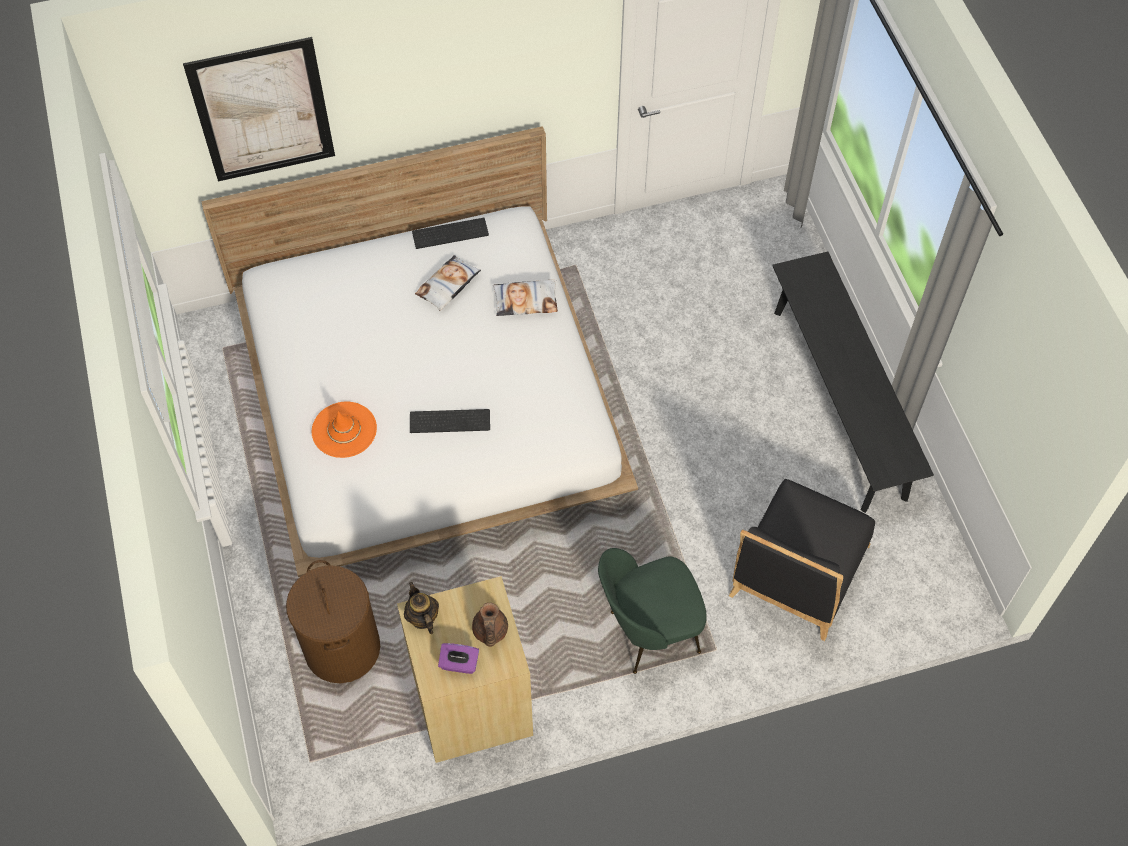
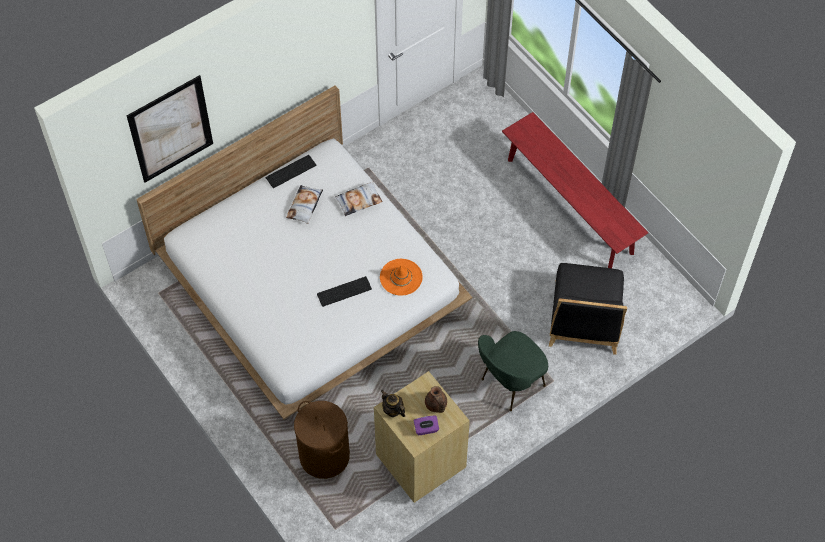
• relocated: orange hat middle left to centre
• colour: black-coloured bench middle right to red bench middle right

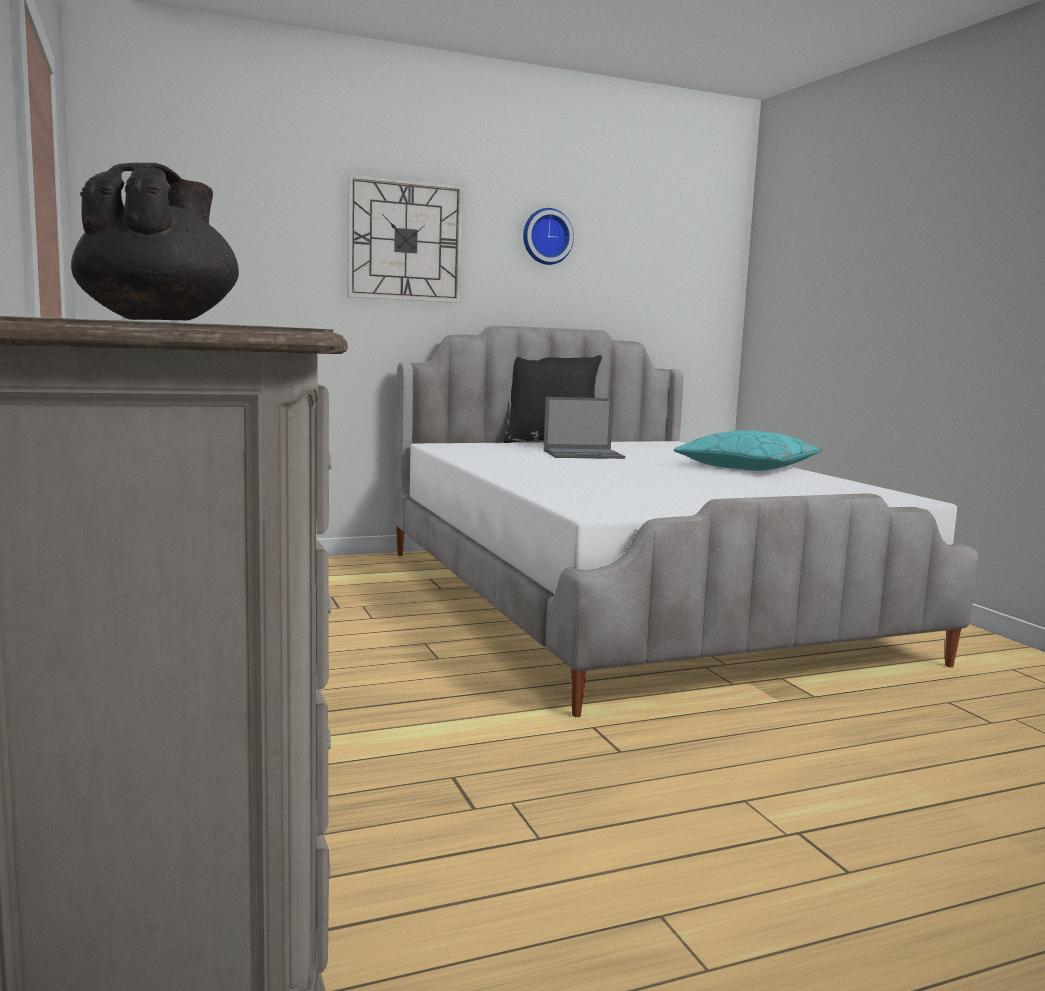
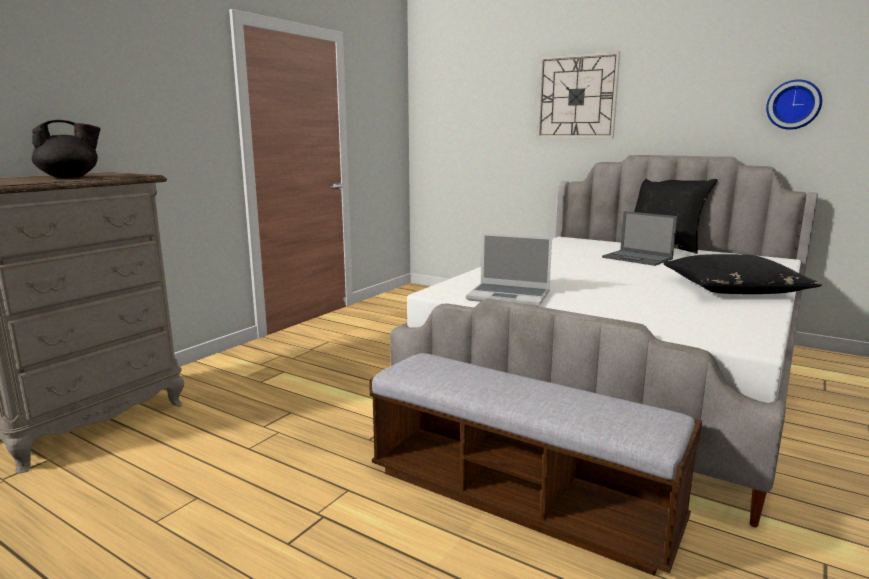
• relocated: clock on the wall (no. 2 from left) top centre to top right
• colour: turquoise-coloured pillow middle right to black-coloured pillow (no. 2 from left) middle right
• appeared: bench bottom centre
• appeared: portable computer (no. 1 from left) centre

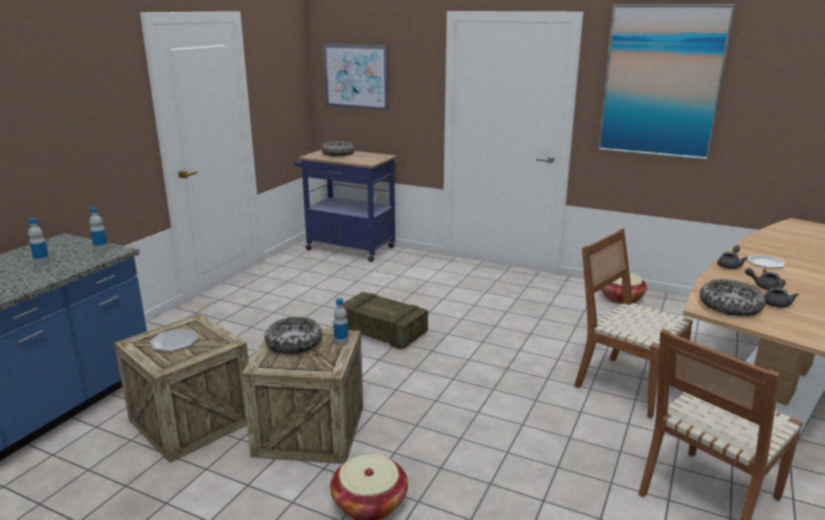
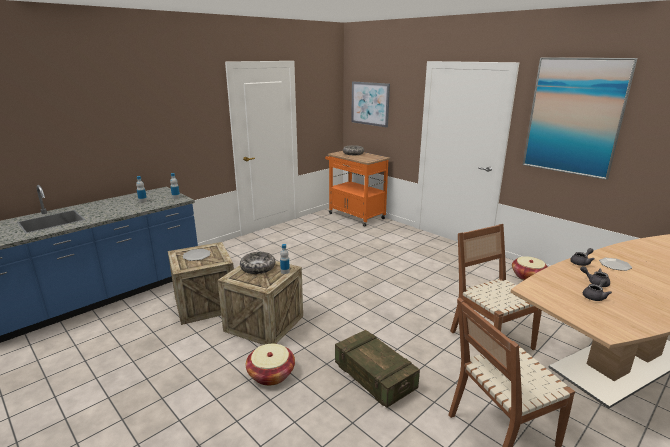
• colour: blue-coloured wheeled cart centre to orange wheeled cart centre
• relocated: shipping crate (no. 3 from left) centre to bottom centre
• missing: bowl (no. 3 from left) middle right

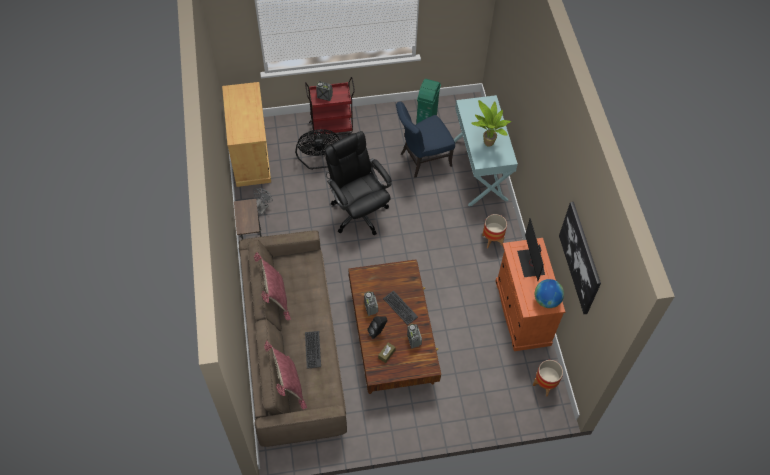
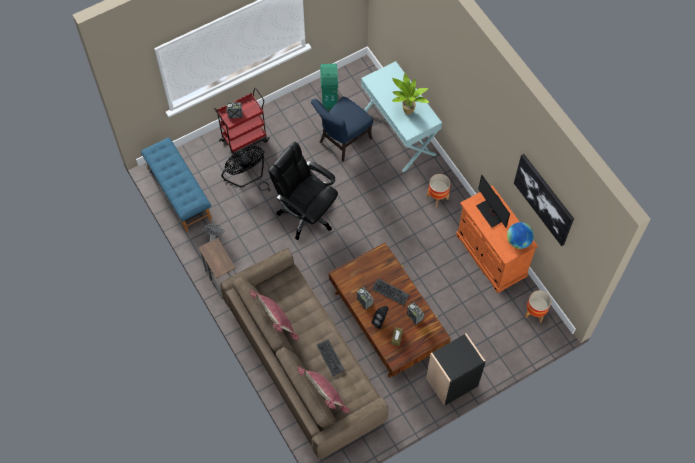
• exchanged: beige storage cabinet top left to blue-coloured bench middle left
• appeared: black-coloured bookshelf bottom centre

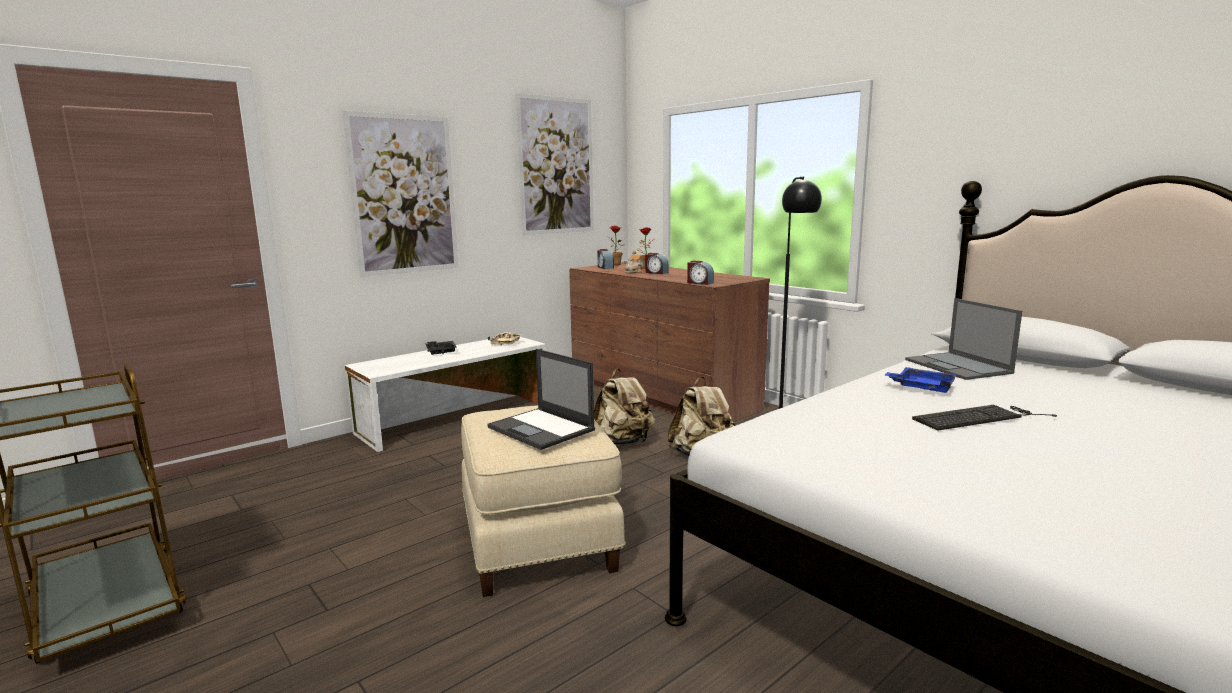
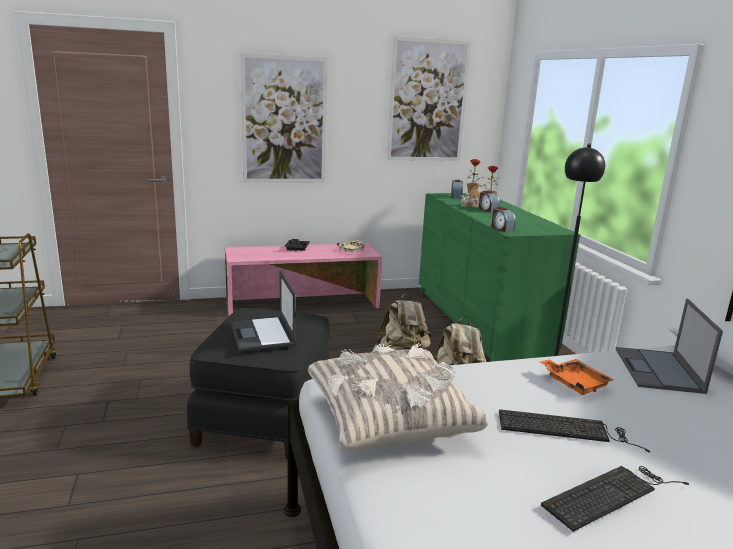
• colour: white bench centre to pink-coloured bench centre
• colour: beige ottoman bottom centre to black-coloured ottoman bottom centre
• colour: brown dresser centre to green-coloured dresser middle right
• colour: blue-coloured serving tray middle right to orange serving tray bottom right
• appeared: beige pillow bottom centre
• appeared: PC keyboard (no. 2 from left) bottom right

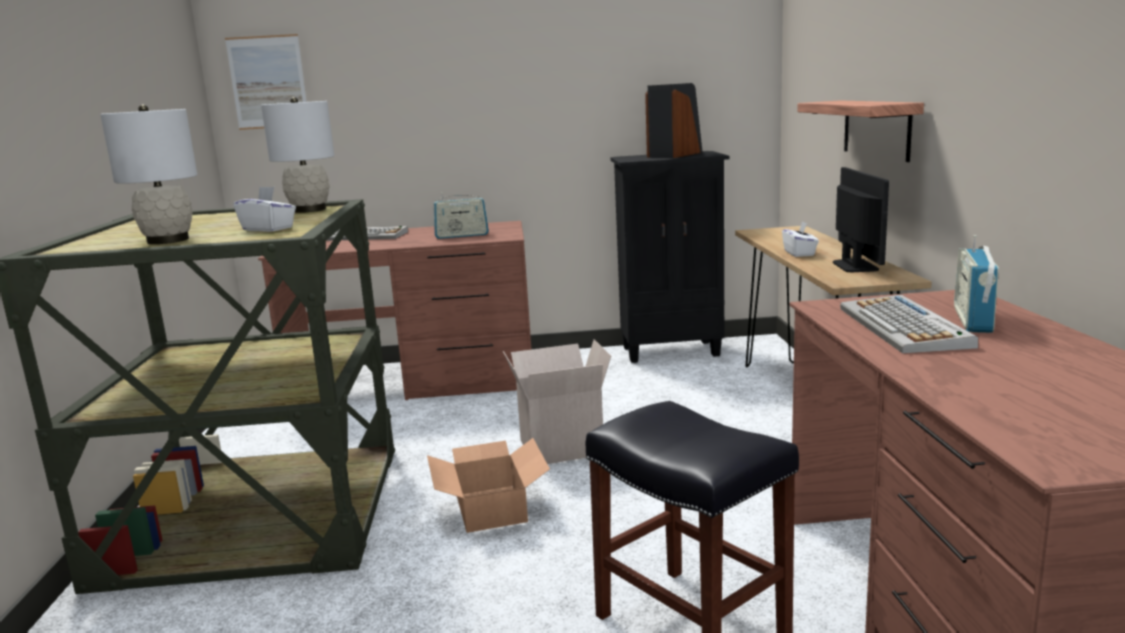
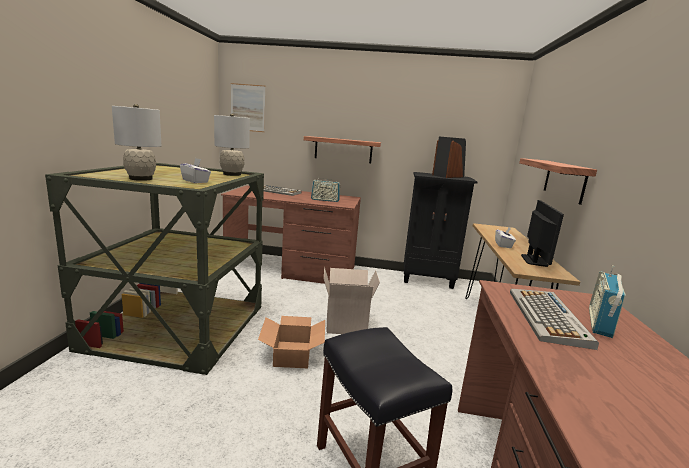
• appeared: wall shelf (no. 1 from left) top centre

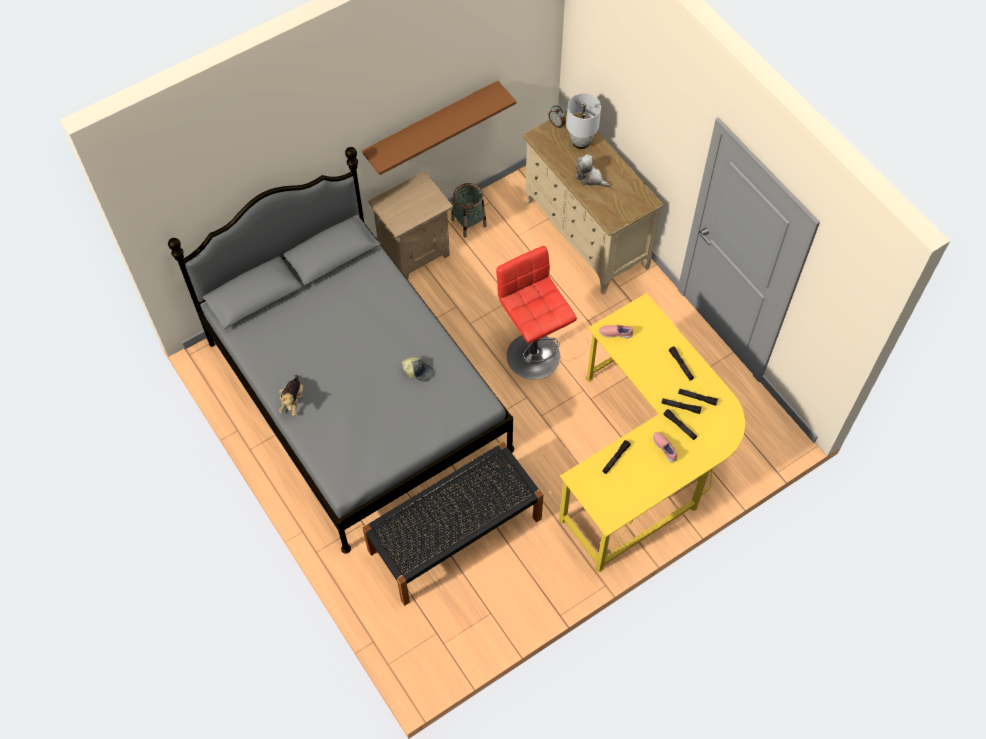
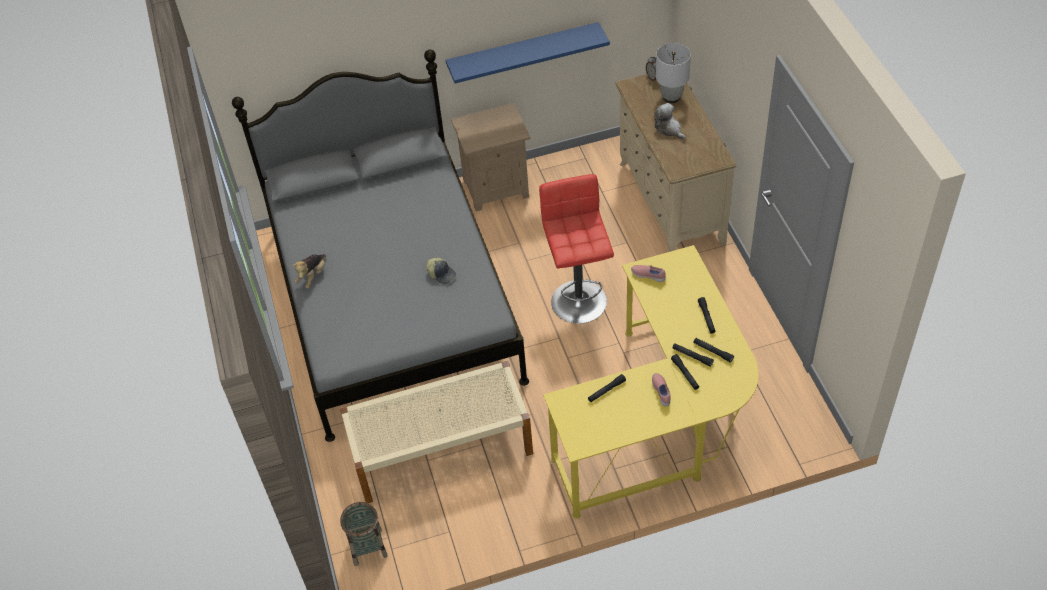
• colour: brown wall shelf top centre to blue-coloured wall shelf top centre
• colour: black-coloured bench bottom centre to beige bench bottom centre
• relocated: household basket top centre to bottom centre

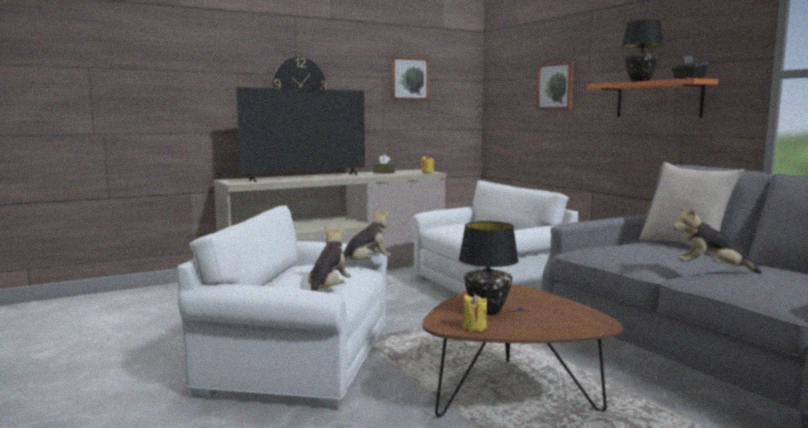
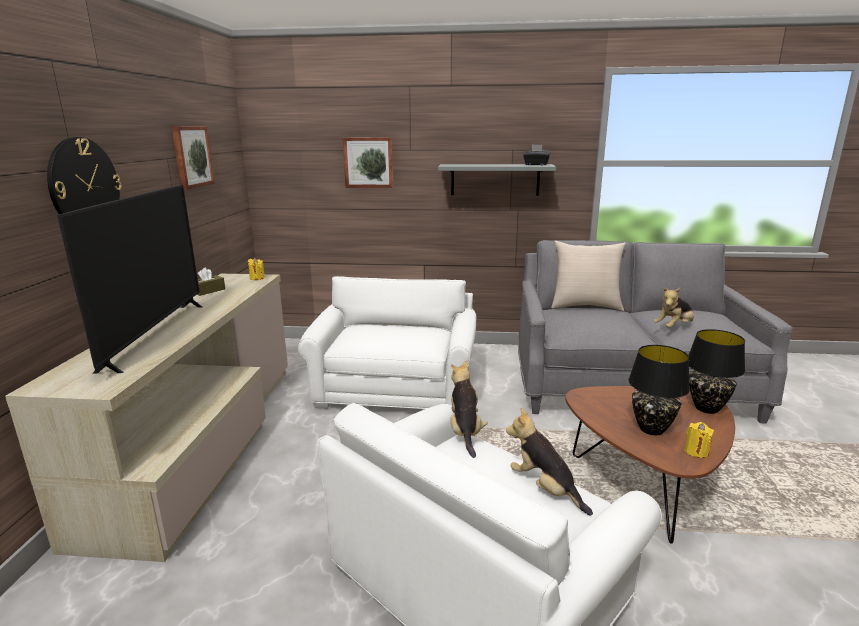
• colour: orange wall shelf top right to greyish wall shelf top centre
• relocated: black-coloured tabletop lamp (no. 2 from left) top right to middle right

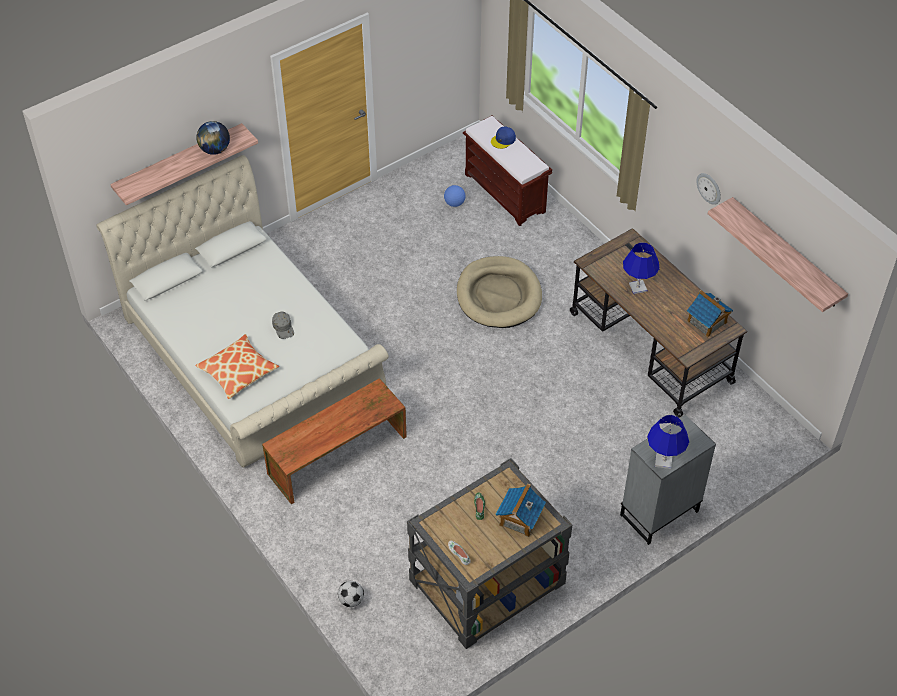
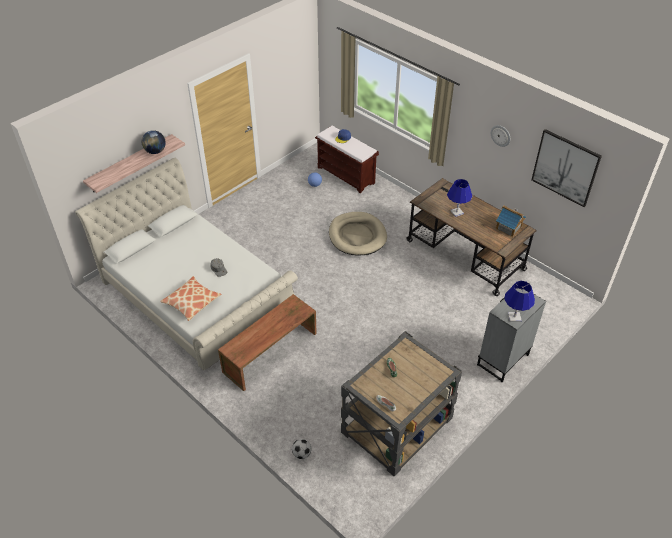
• missing: toy house (no. 1 from left) bottom centre
• exchanged: wall shelf (no. 2 from left) middle right to wall picture top right

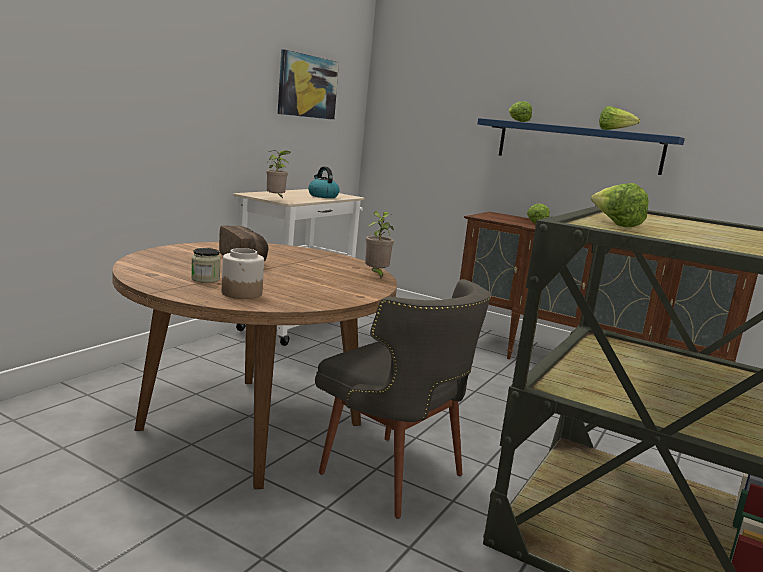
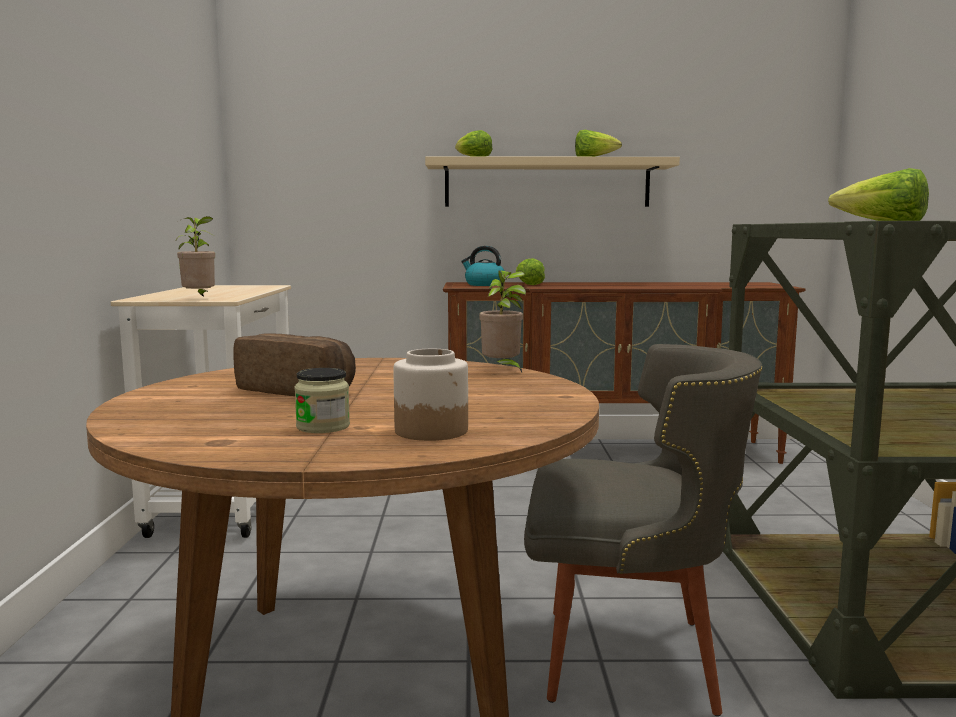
• missing: wall picture top centre
• relocated: tea kettle top centre to centre
• colour: blue-coloured wall shelf top right to beige wall shelf top centre

